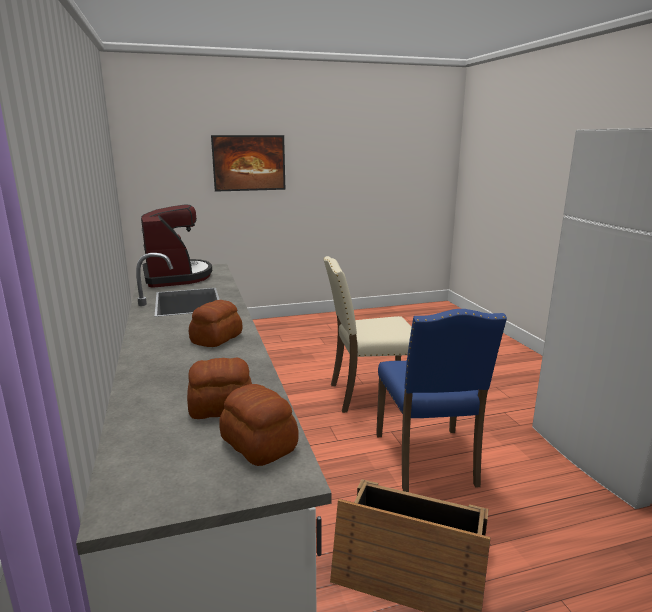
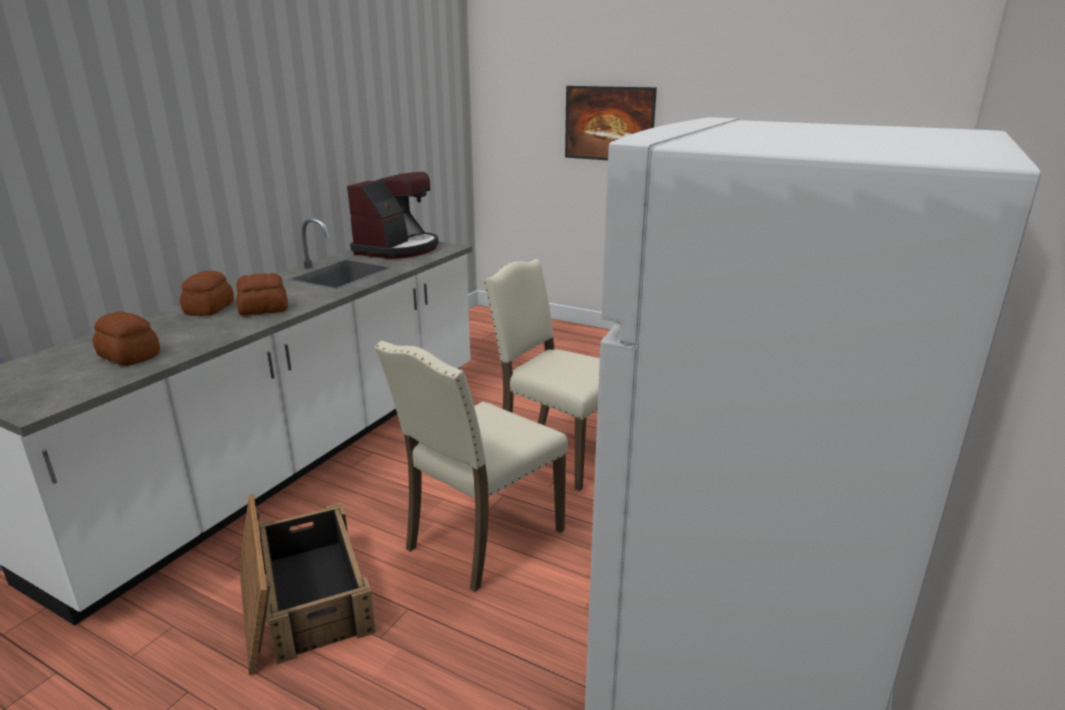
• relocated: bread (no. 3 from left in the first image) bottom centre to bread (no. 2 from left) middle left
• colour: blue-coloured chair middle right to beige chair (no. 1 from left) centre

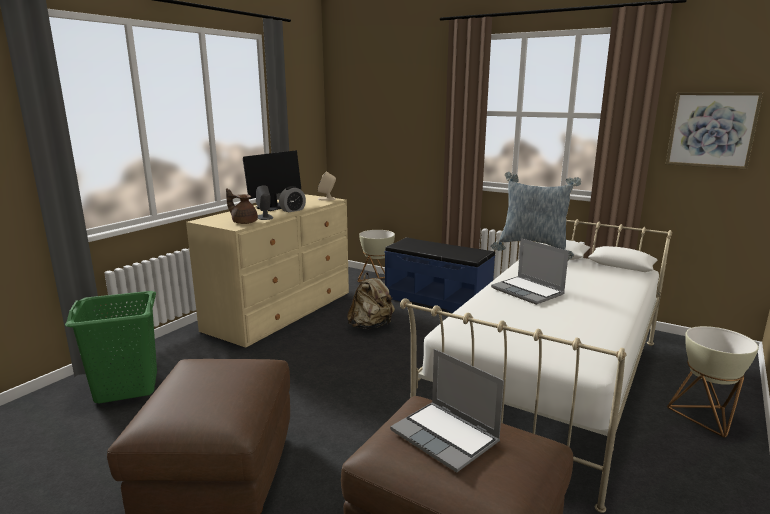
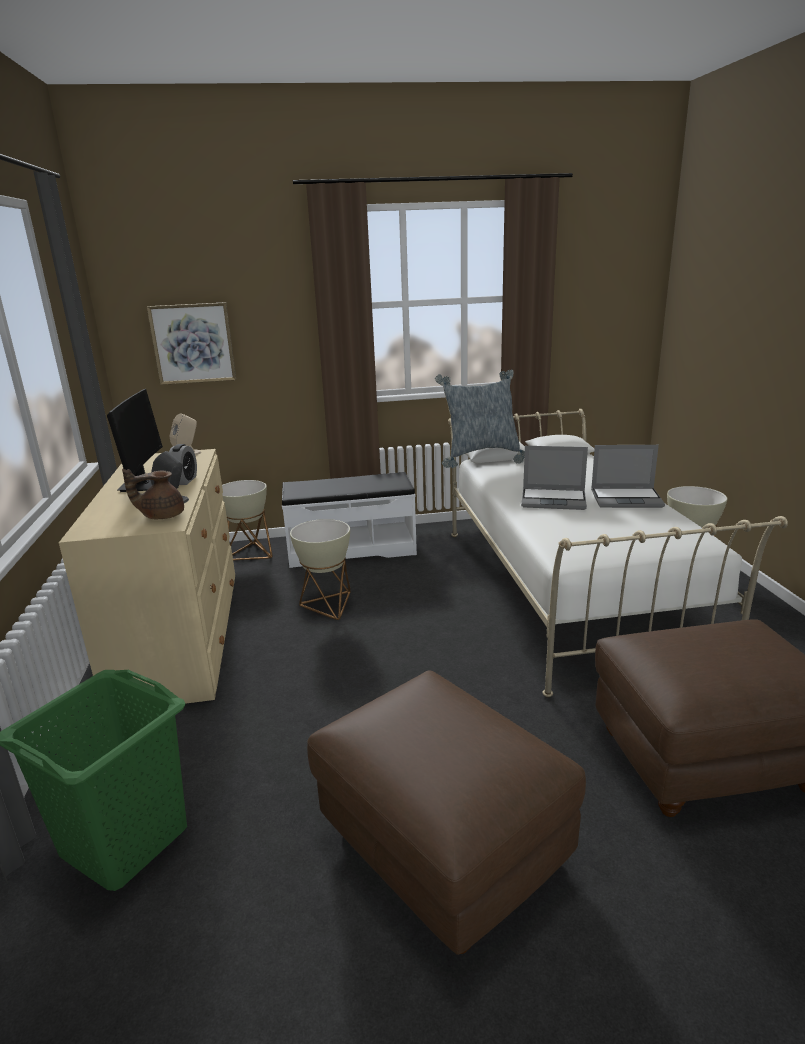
• exchanged: beige backpack centre to plant pot (no. 2 from left) centre
• colour: blue-coloured bench centre to white bench centre
• relocated: portable computer (no. 1 from left in the first image) bottom centre to portable computer (no. 2 from left) middle right
• relocated: wall picture top right to top left

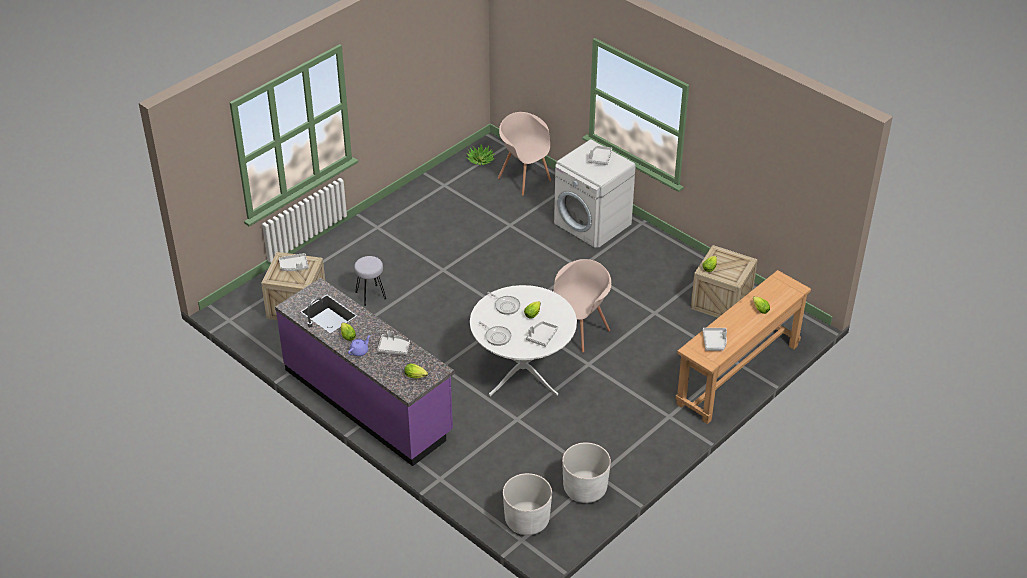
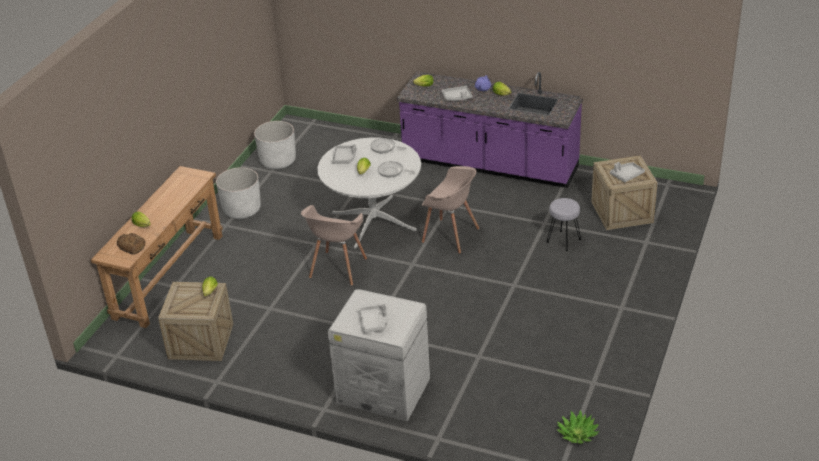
• relocated: beige chair (no. 1 from left in the first image) top centre to beige chair (no. 2 from left) centre
• relocated: white plant pot (no. 1 from left) bottom centre to middle left
• missing: greyish serving tray (no. 5 from left) middle right
• appeared: bread middle left

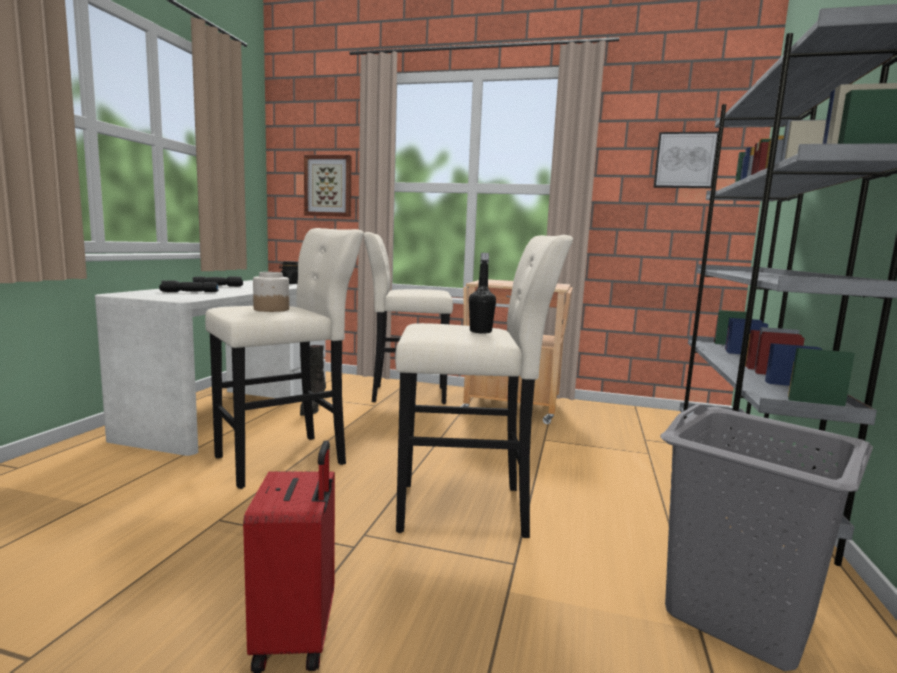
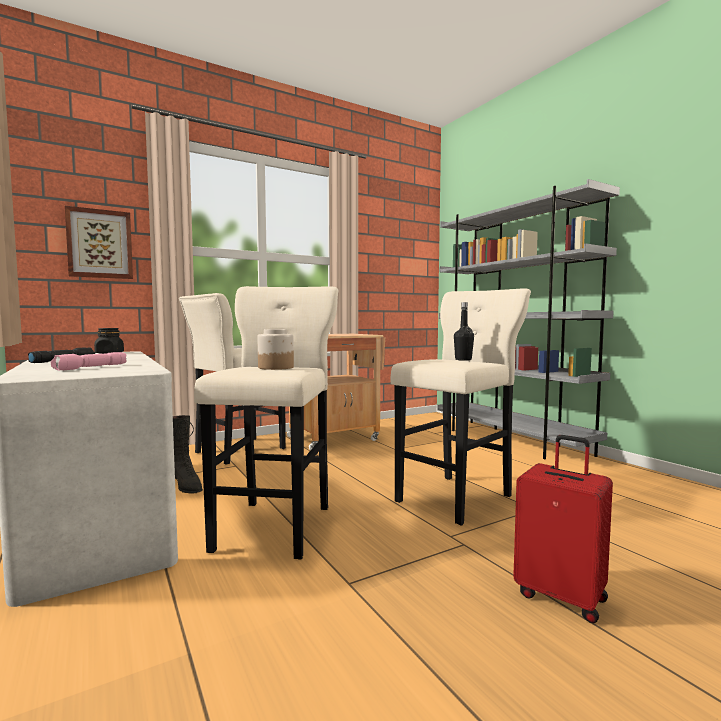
• colour: black-coloured flashlight (no. 1 from left) middle left to pink-coloured flashlight middle left
• missing: wall picture (no. 2 from left) top right
• missing: greyish washing basket bottom right

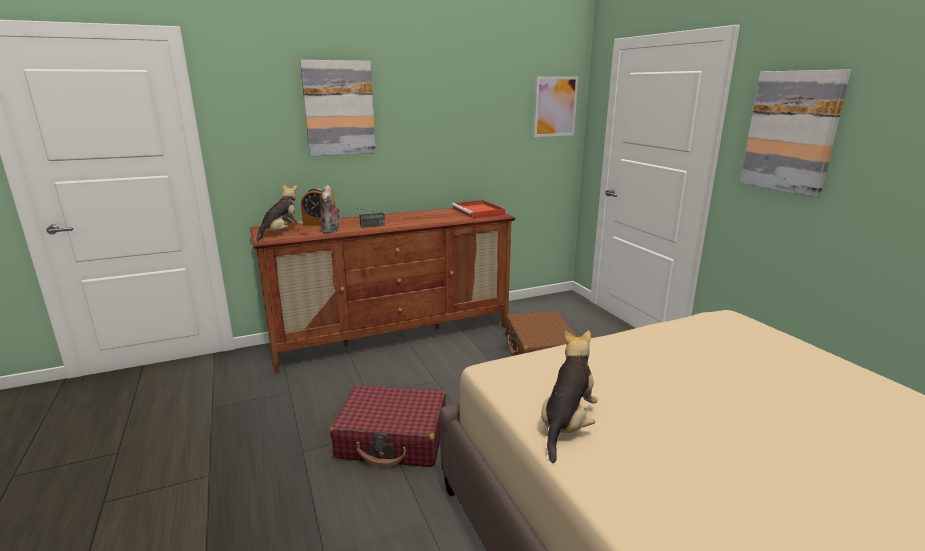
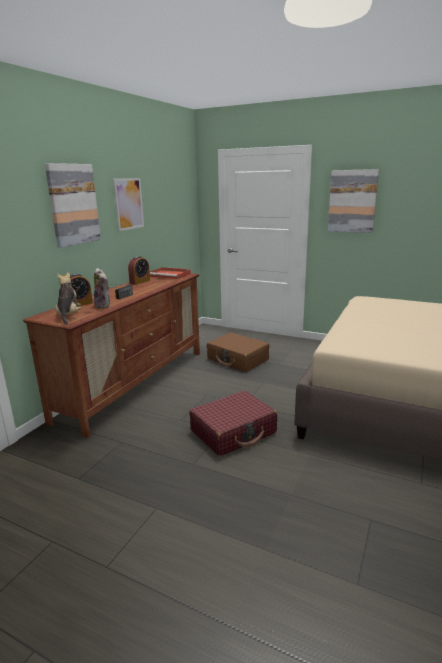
• relocated: wall picture (no. 2 from left) top centre to top left
• missing: plush toy (no. 3 from left) bottom centre
• appeared: table clock (no. 2 from left) middle left

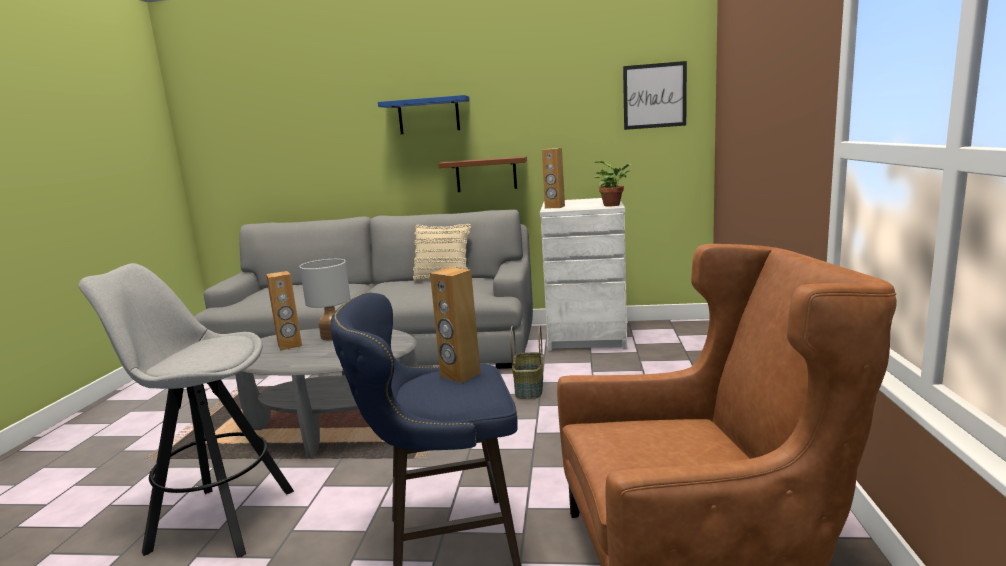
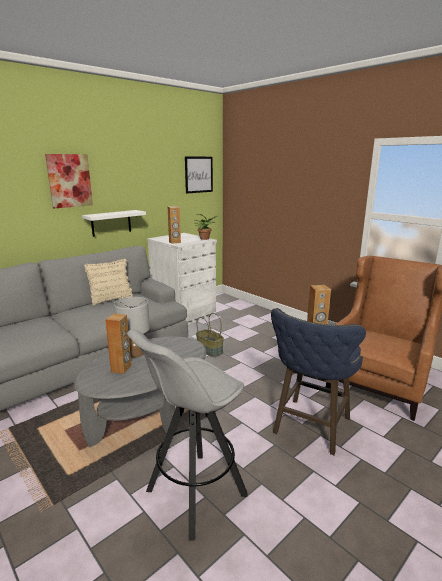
• exchanged: blue-coloured wall shelf top centre to wall picture (no. 1 from left) top left
• colour: brown wall shelf top centre to white wall shelf middle left

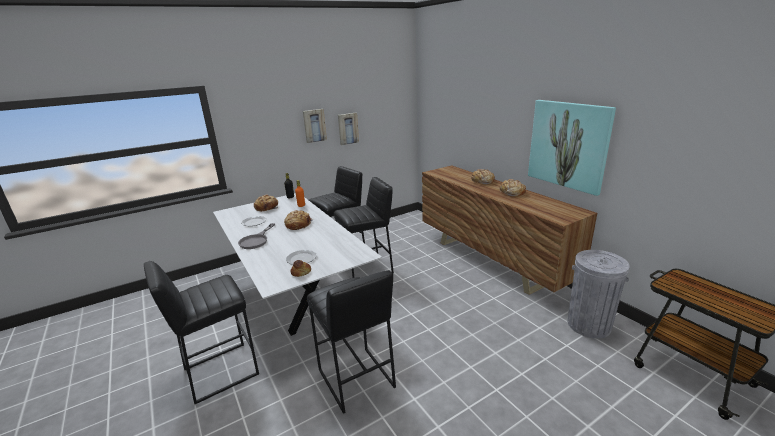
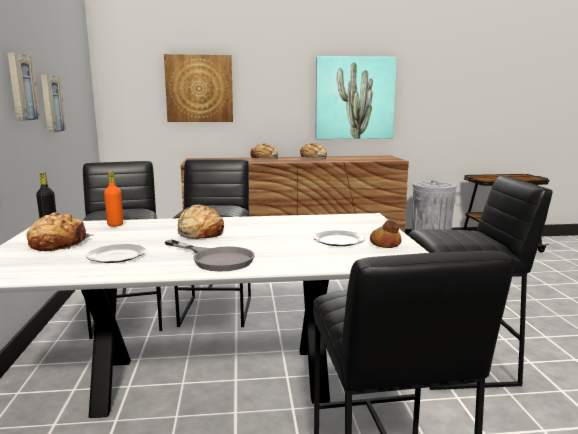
• appeared: wall picture (no. 3 from left) top centre

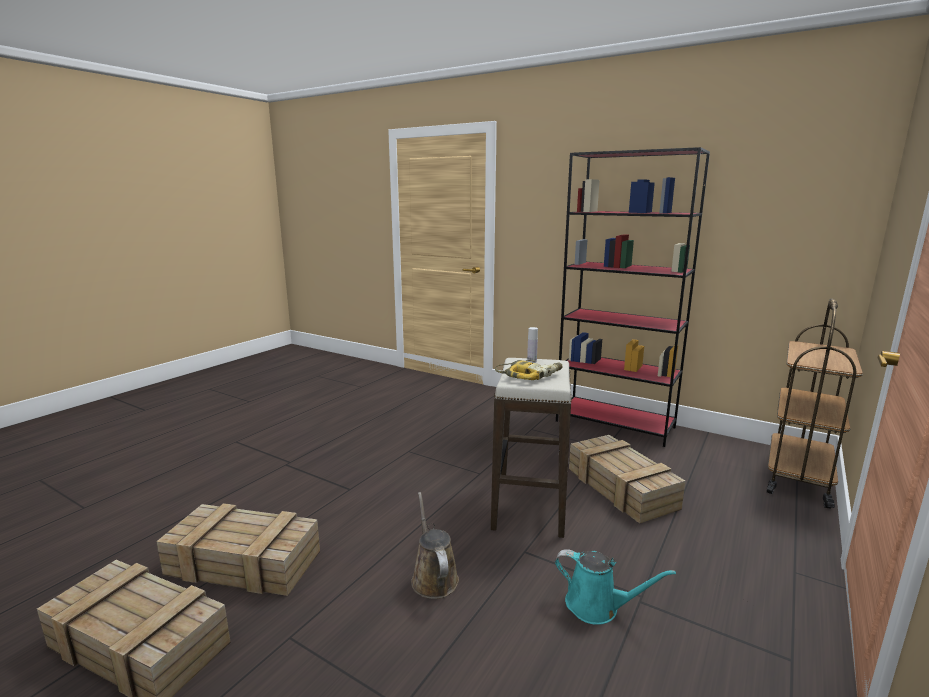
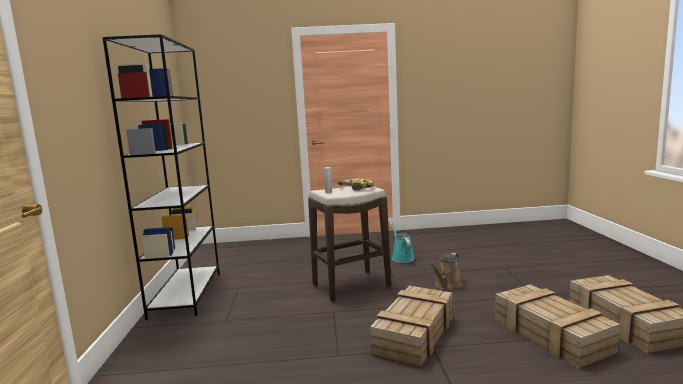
• colour: red bookshelf middle right to white bookshelf middle left
• relocated: shipping crate (no. 3 from left in the first image) bottom right to shipping crate (no. 1 from left) bottom centre
• missing: brown wheeled cart middle right

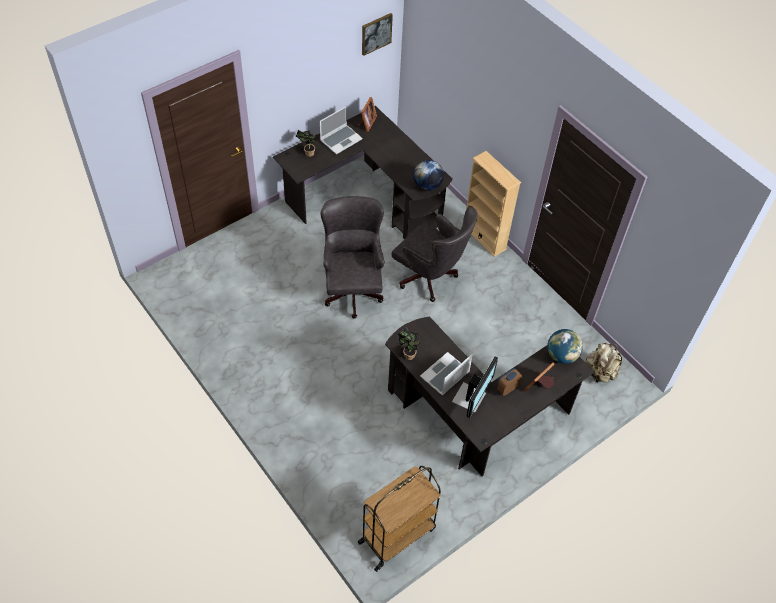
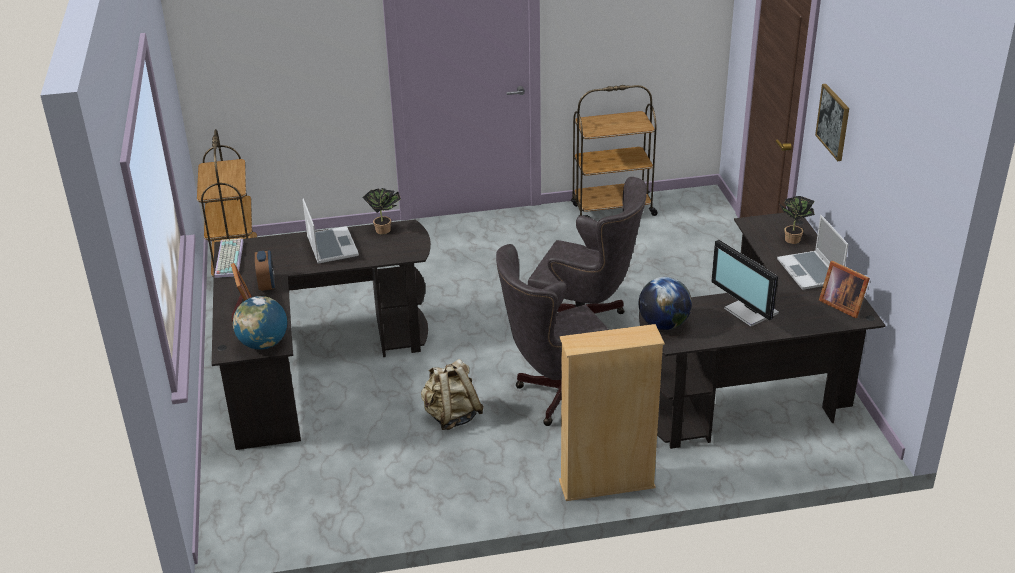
• relocated: wall picture top centre to top right
• relocated: computer screen centre to middle right
• relocated: beige backpack middle right to bottom centre
• appeared: PC keyboard middle left
• appeared: brown wheeled cart (no. 2 from left) top centre

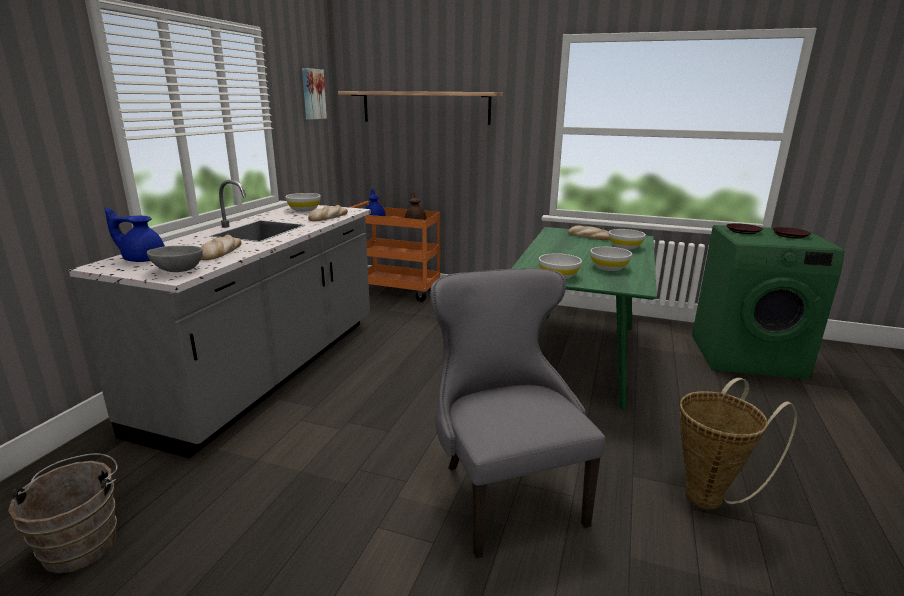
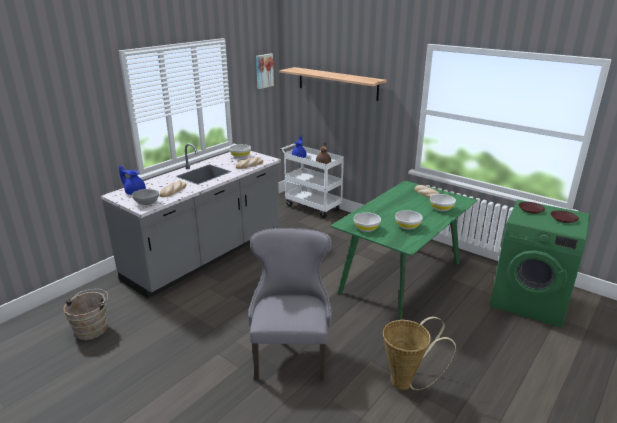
• colour: orange wheeled cart centre to white wheeled cart centre

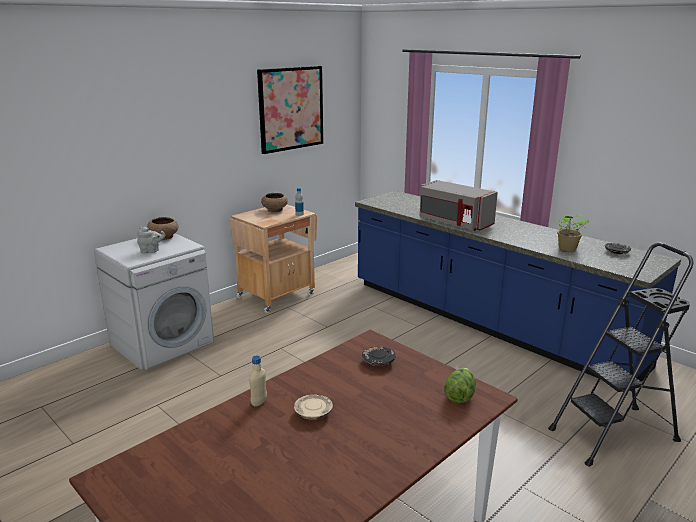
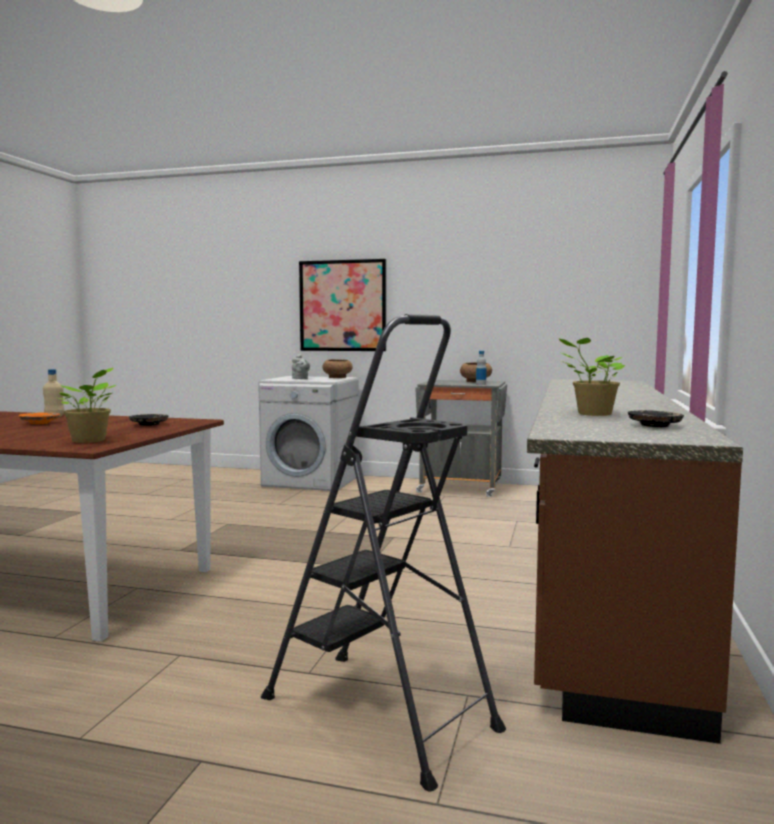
• colour: brown wheeled cart centre to greyish wheeled cart centre
• relocated: wall picture top centre to centre
• colour: beige flat dish bottom centre to orange flat dish middle left
• colour: blue-coloured counter middle right to brown counter bottom right
• missing: greyish microwave centre
• exchanged: head of lettuce bottom centre to plant in a pot (no. 1 from left) middle left

